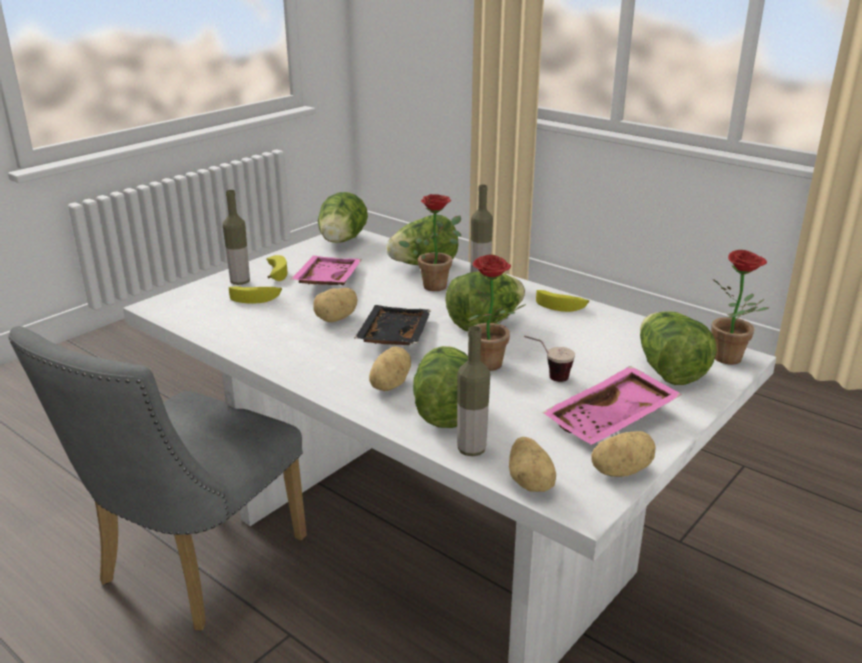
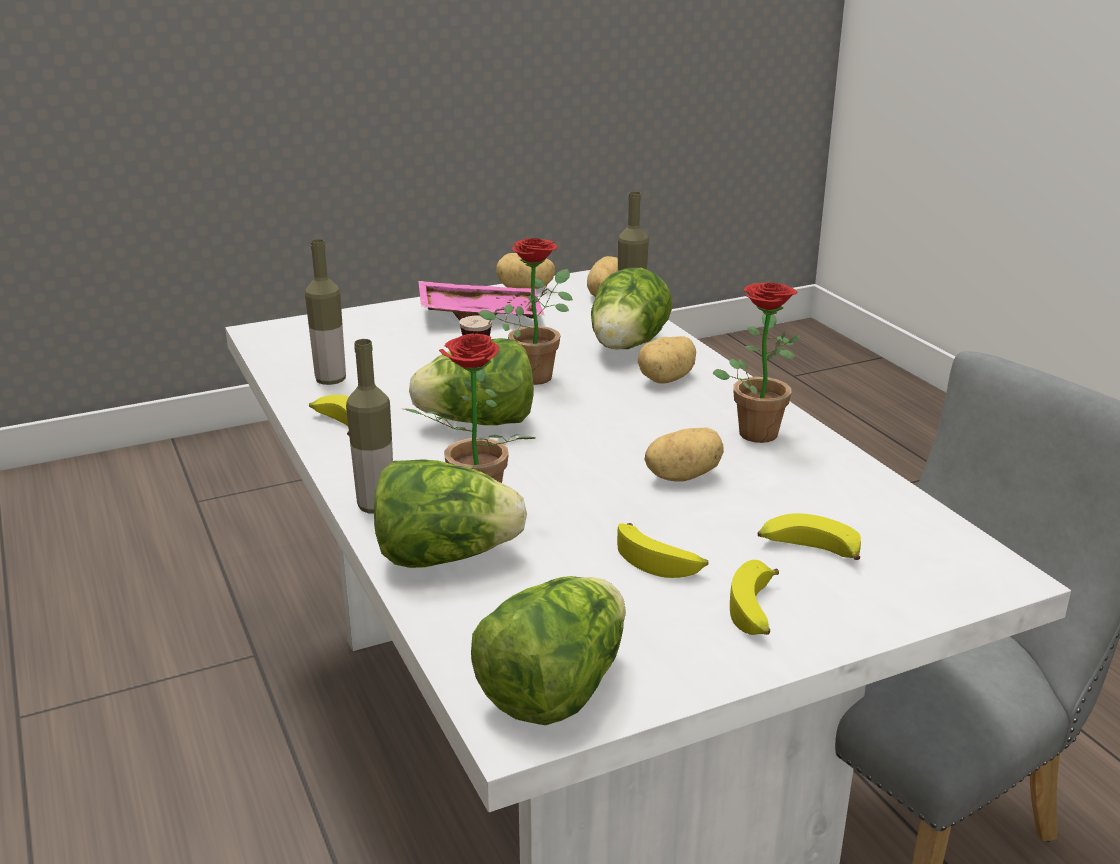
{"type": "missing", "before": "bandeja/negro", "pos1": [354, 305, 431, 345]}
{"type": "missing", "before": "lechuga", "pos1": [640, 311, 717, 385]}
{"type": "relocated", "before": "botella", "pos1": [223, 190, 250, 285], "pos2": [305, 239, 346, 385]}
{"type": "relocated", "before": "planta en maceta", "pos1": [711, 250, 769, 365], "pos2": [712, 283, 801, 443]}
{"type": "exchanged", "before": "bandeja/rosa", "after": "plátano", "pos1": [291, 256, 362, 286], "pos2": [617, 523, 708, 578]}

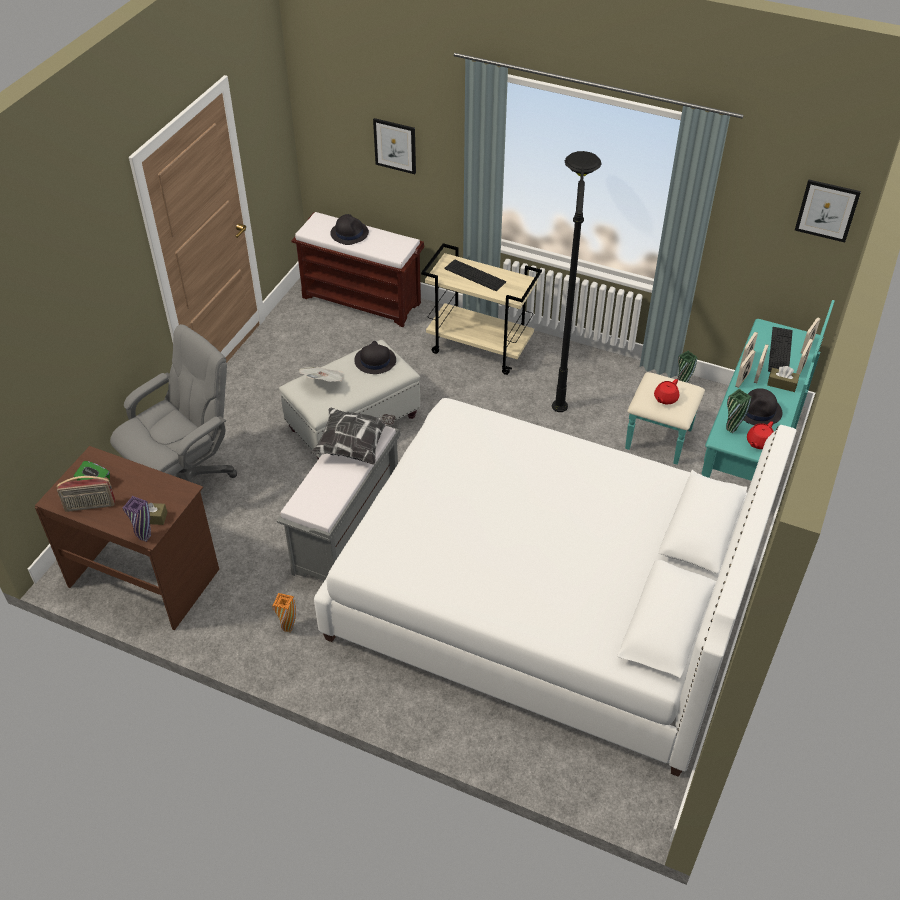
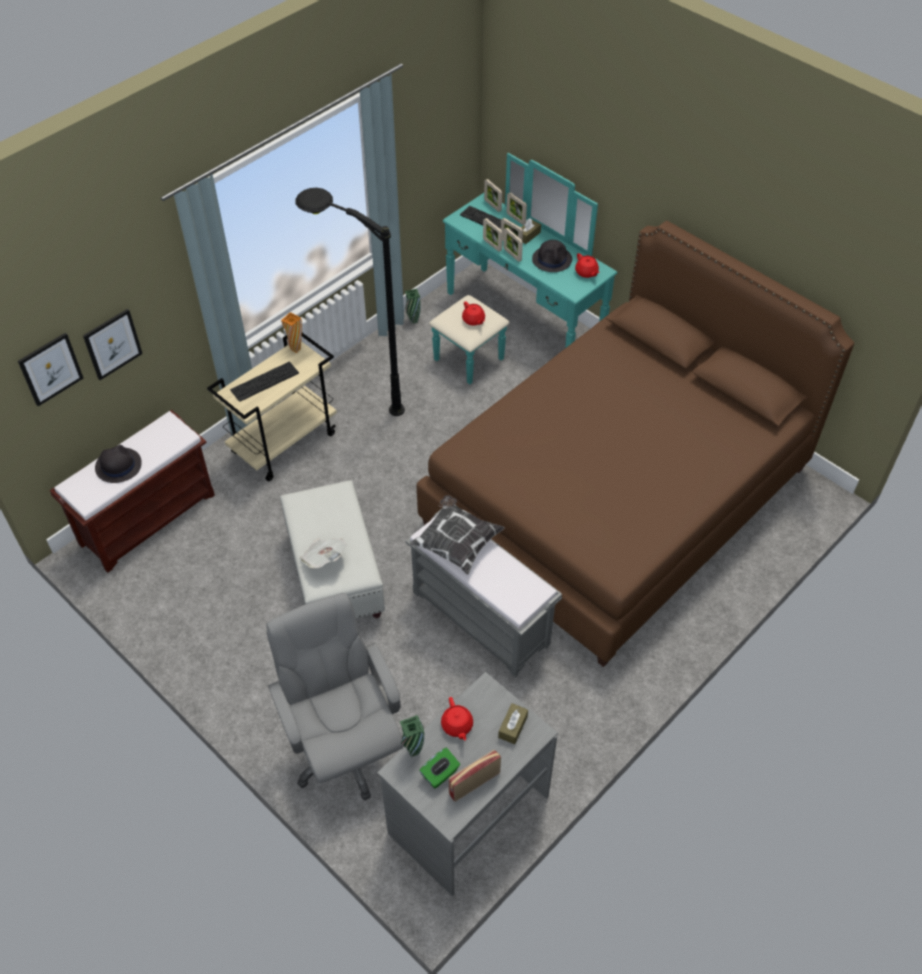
{"type": "missing", "before": "florero/morado", "pos1": [123, 496, 151, 542]}
{"type": "missing", "before": "sombrero/negro", "pos1": [354, 341, 396, 374]}
{"type": "appeared", "after": "tetera/rojo", "pos2": [441, 697, 473, 740]}
{"type": "relocated", "before": "florero/naranja", "pos1": [273, 593, 296, 632], "pos2": [281, 312, 302, 353]}
{"type": "relocated", "before": "florero/verde", "pos1": [726, 389, 751, 433], "pos2": [400, 715, 424, 757]}
{"type": "relocated", "before": "cuadro", "pos1": [795, 179, 861, 243], "pos2": [18, 333, 83, 406]}
{"type": "colour", "before": "escritorio/marrón", "after": "escritorio/gris", "pos1": [35, 446, 219, 630], "pos2": [377, 672, 558, 896]}
{"type": "colour", "before": "cama/blanco", "after": "cama/marrón", "pos1": [314, 398, 796, 777], "pos2": [416, 221, 855, 667]}
{"type": "spun", "before": "radio", "pos1": [57, 476, 115, 512], "pos2": [449, 750, 501, 802], "turn": -135}

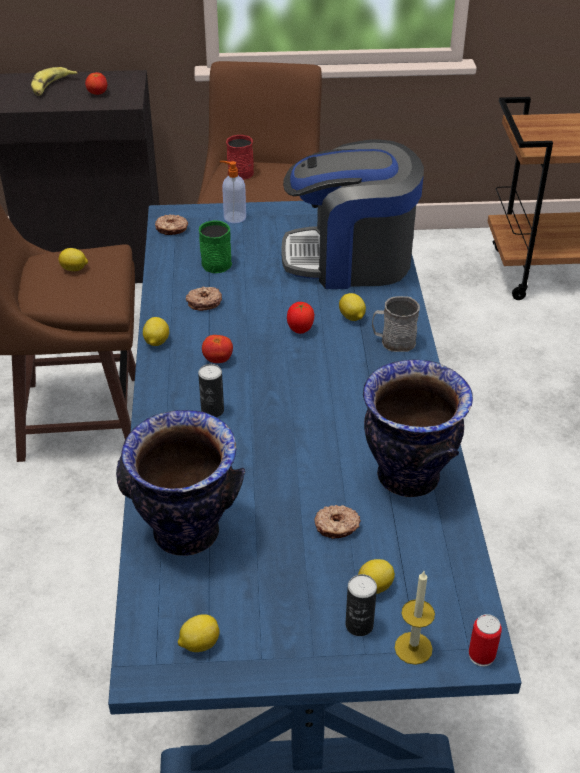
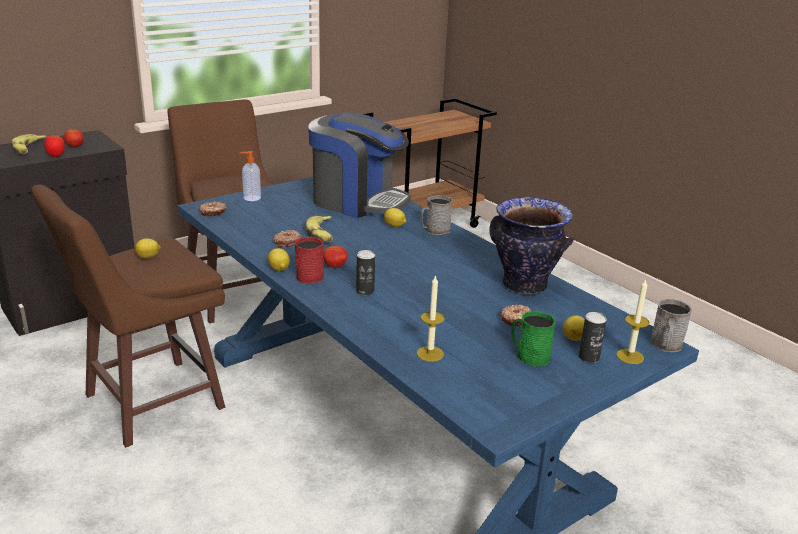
{"type": "missing", "before": "limón", "pos1": [178, 614, 220, 652]}
{"type": "appeared", "after": "plátano", "pos2": [306, 216, 333, 242]}
{"type": "relocated", "before": "taza grande/verde", "pos1": [199, 220, 232, 273], "pos2": [511, 311, 555, 367]}
{"type": "relocated", "before": "taza grande/rojo", "pos1": [226, 135, 254, 180], "pos2": [295, 237, 324, 284]}
{"type": "relocated", "before": "tomate", "pos1": [287, 302, 314, 334], "pos2": [45, 135, 65, 157]}
{"type": "exchanged", "before": "florero", "after": "vela", "pos1": [116, 410, 245, 556], "pos2": [417, 275, 444, 362]}
{"type": "exchanged", "before": "lata", "after": "taza grande/gris", "pos1": [469, 614, 502, 667], "pos2": [651, 299, 692, 352]}
{"type": "spun", "before": "cafetera", "pos1": [282, 140, 424, 289], "pos2": [308, 113, 411, 218], "turn": -120}

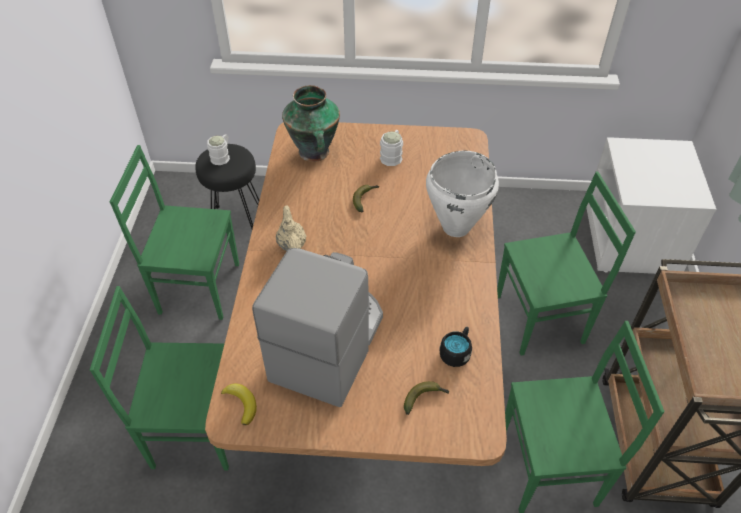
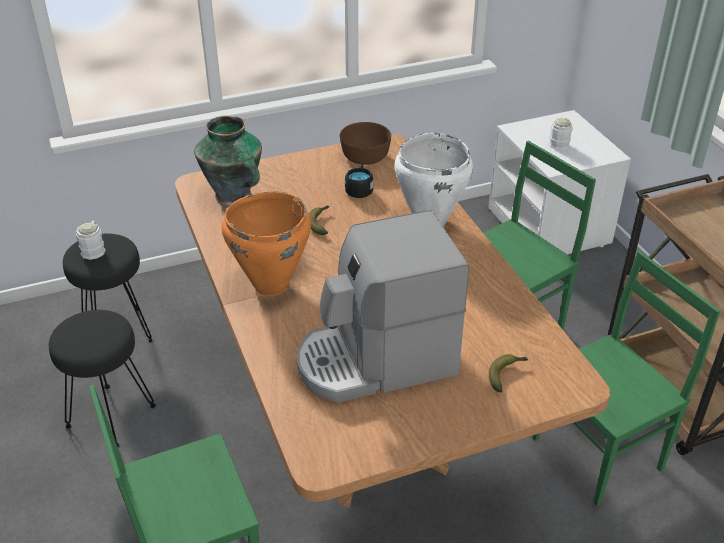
{"type": "missing", "before": "plátano", "pos1": [221, 383, 257, 425]}
{"type": "appeared", "after": "cuenco/marrón", "pos2": [340, 122, 391, 165]}
{"type": "relocated", "before": "taza grande/blanco", "pos1": [380, 130, 403, 166], "pos2": [548, 118, 573, 150]}
{"type": "relocated", "before": "taza grande/negro", "pos1": [440, 327, 472, 367], "pos2": [345, 164, 374, 198]}
{"type": "exchanged", "before": "silla/verde", "after": "taburete/negro", "pos1": [110, 145, 239, 320], "pos2": [49, 310, 156, 448]}
{"type": "exchanged", "before": "tetera/beis", "after": "olla/naranja", "pos1": [276, 205, 306, 251], "pos2": [221, 192, 311, 296]}
{"type": "spun", "before": "cafetera", "pos1": [252, 248, 383, 407], "pos2": [297, 210, 469, 403], "turn": -105}

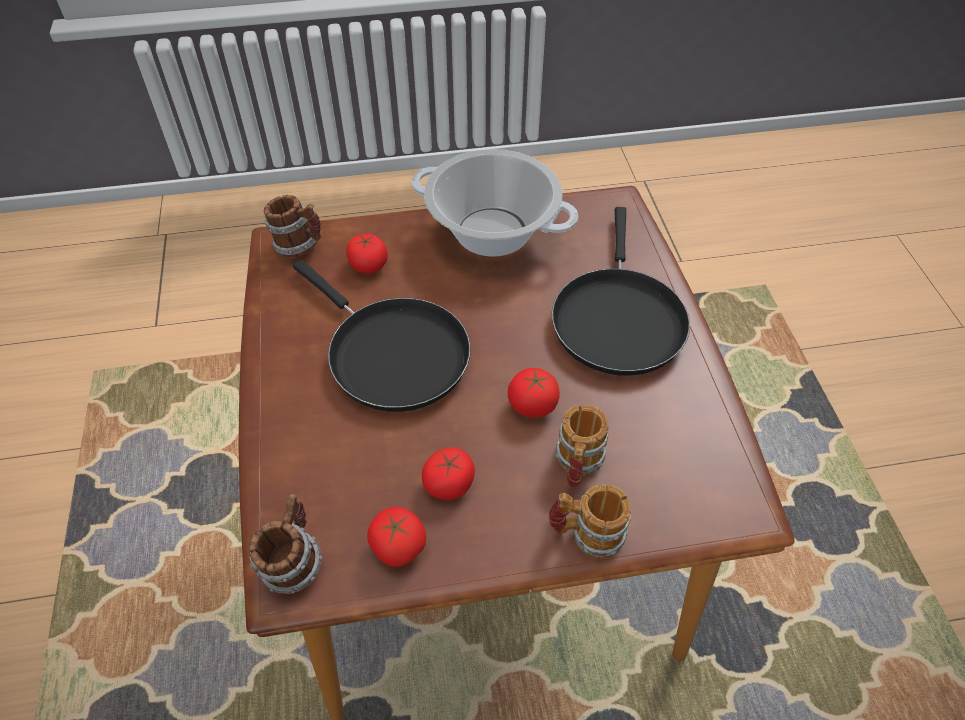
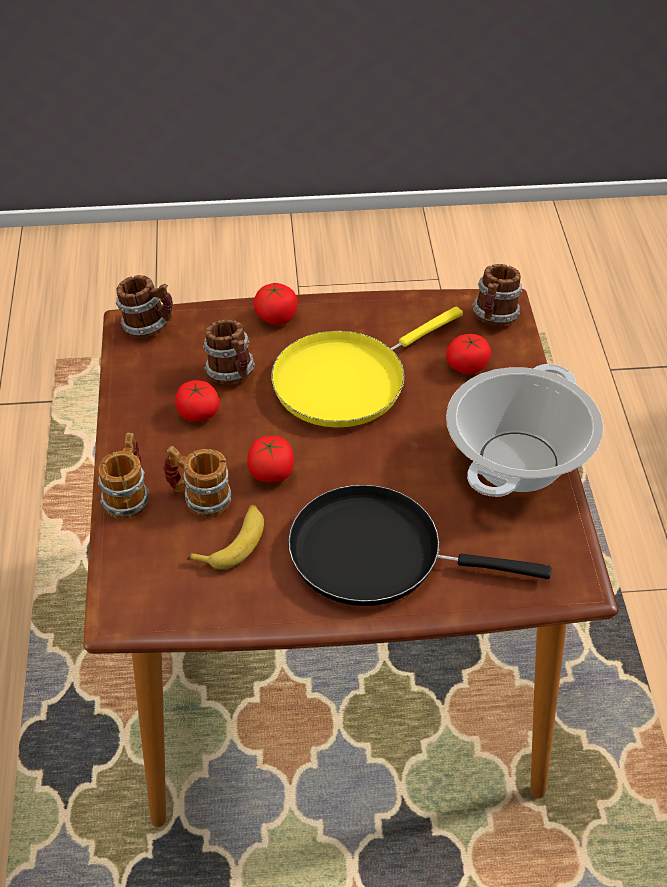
{"type": "appeared", "after": "plátano", "pos2": [187, 505, 264, 569]}
{"type": "appeared", "after": "taza grande", "pos2": [203, 319, 255, 384]}
{"type": "relocated", "before": "tomate", "pos1": [367, 507, 426, 567], "pos2": [254, 282, 298, 325]}
{"type": "colour", "before": "sartén/negro", "after": "sartén/amarillo", "pos1": [293, 260, 471, 412], "pos2": [271, 307, 463, 427]}

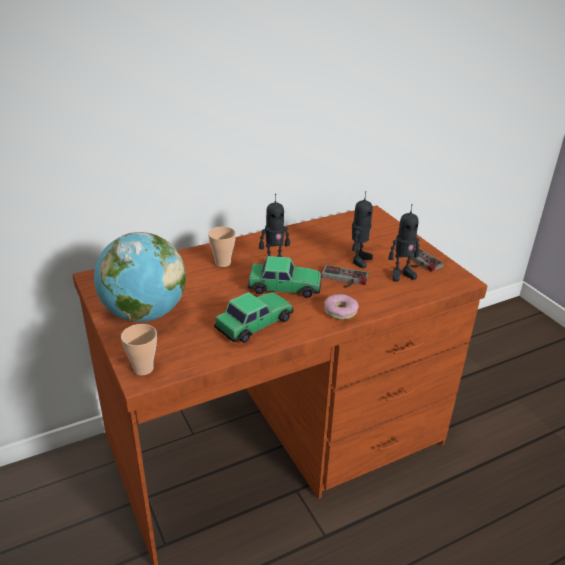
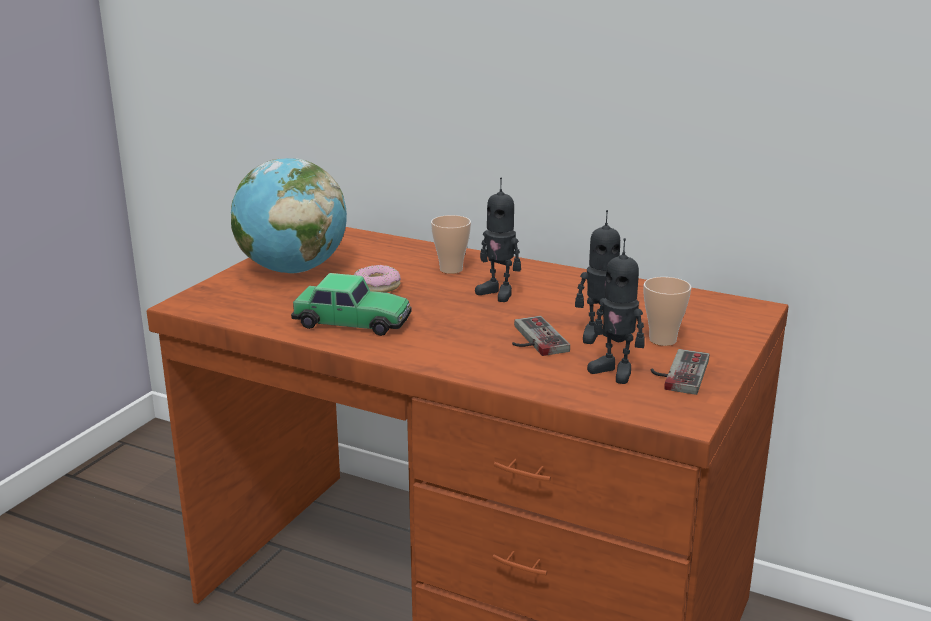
{"type": "missing", "before": "coche de juguete", "pos1": [248, 256, 321, 298]}
{"type": "relocated", "before": "taza", "pos1": [121, 324, 157, 375], "pos2": [643, 277, 692, 346]}
{"type": "relocated", "before": "rosquilla", "pos1": [324, 294, 359, 320], "pos2": [354, 265, 401, 293]}

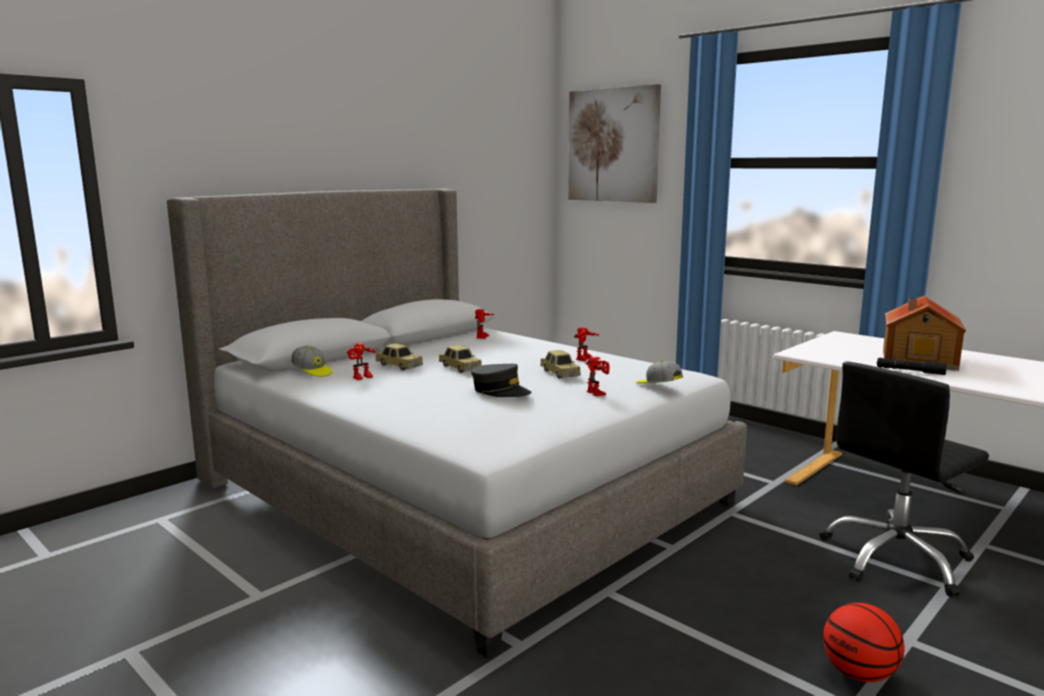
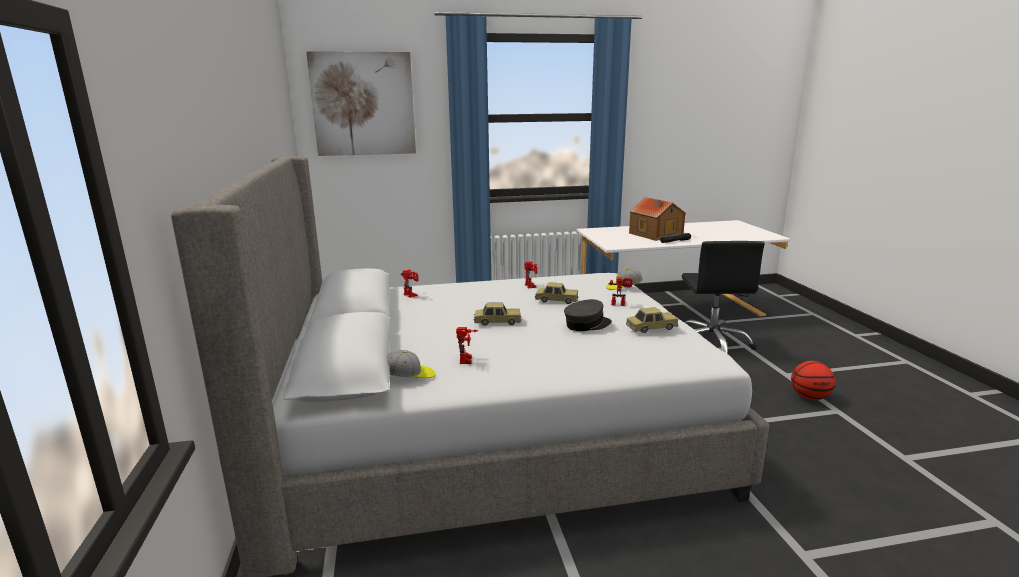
{"type": "relocated", "before": "coche de juguete", "pos1": [376, 344, 423, 370], "pos2": [626, 307, 678, 333]}

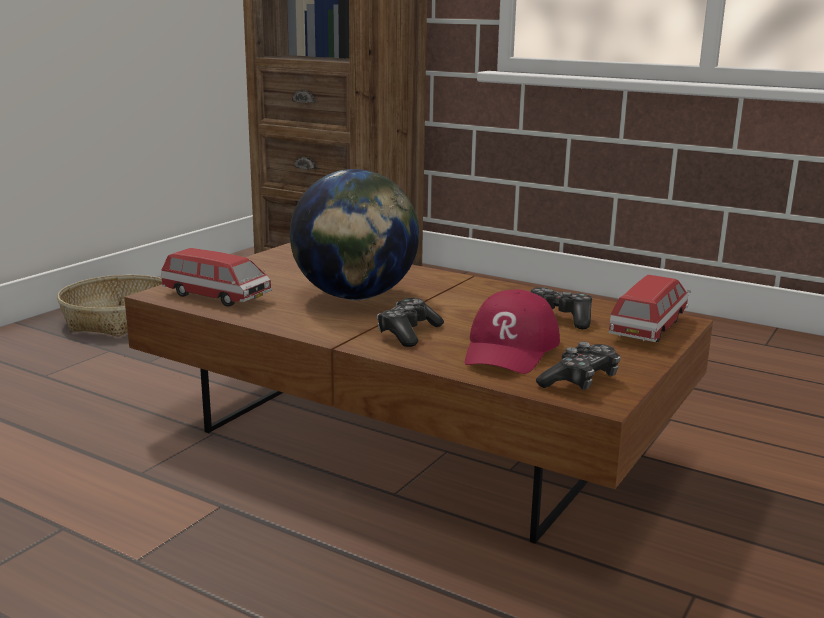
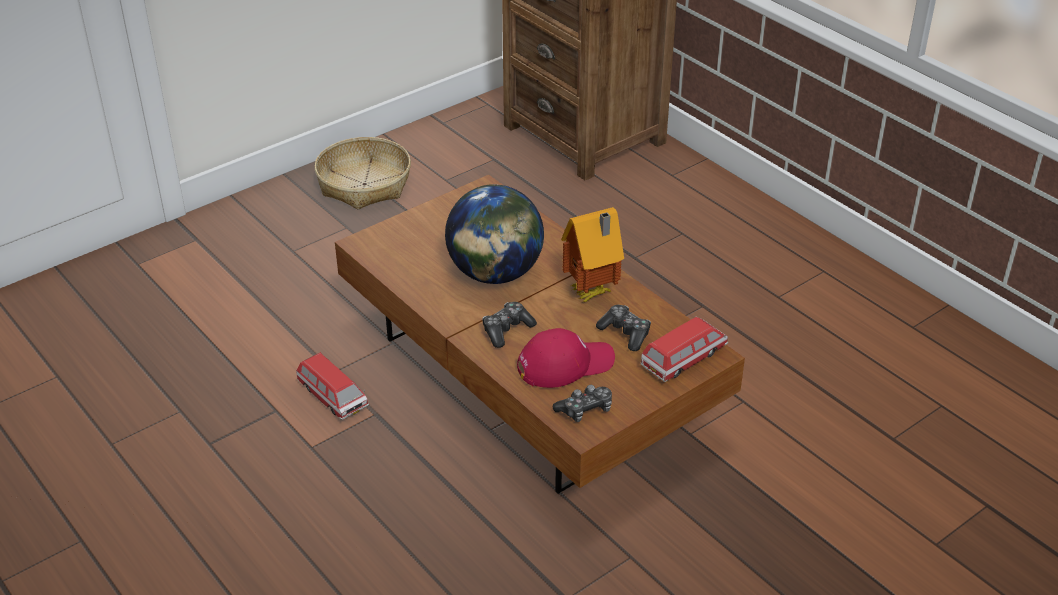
{"type": "appeared", "after": "casita", "pos2": [561, 207, 624, 303]}
{"type": "relocated", "before": "coche de juguete", "pos1": [161, 248, 272, 307], "pos2": [296, 352, 369, 420]}
{"type": "spun", "before": "gorra/rojo", "pos1": [465, 290, 560, 374], "pos2": [517, 328, 615, 388], "turn": -150}

